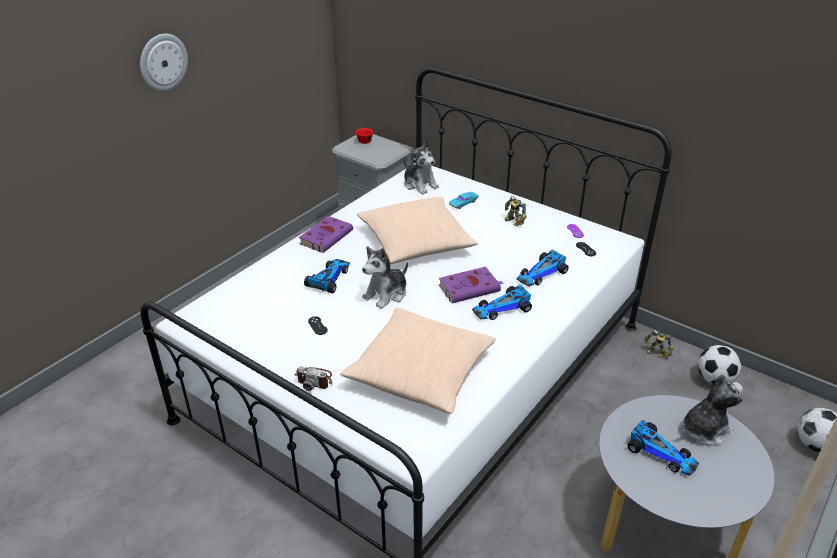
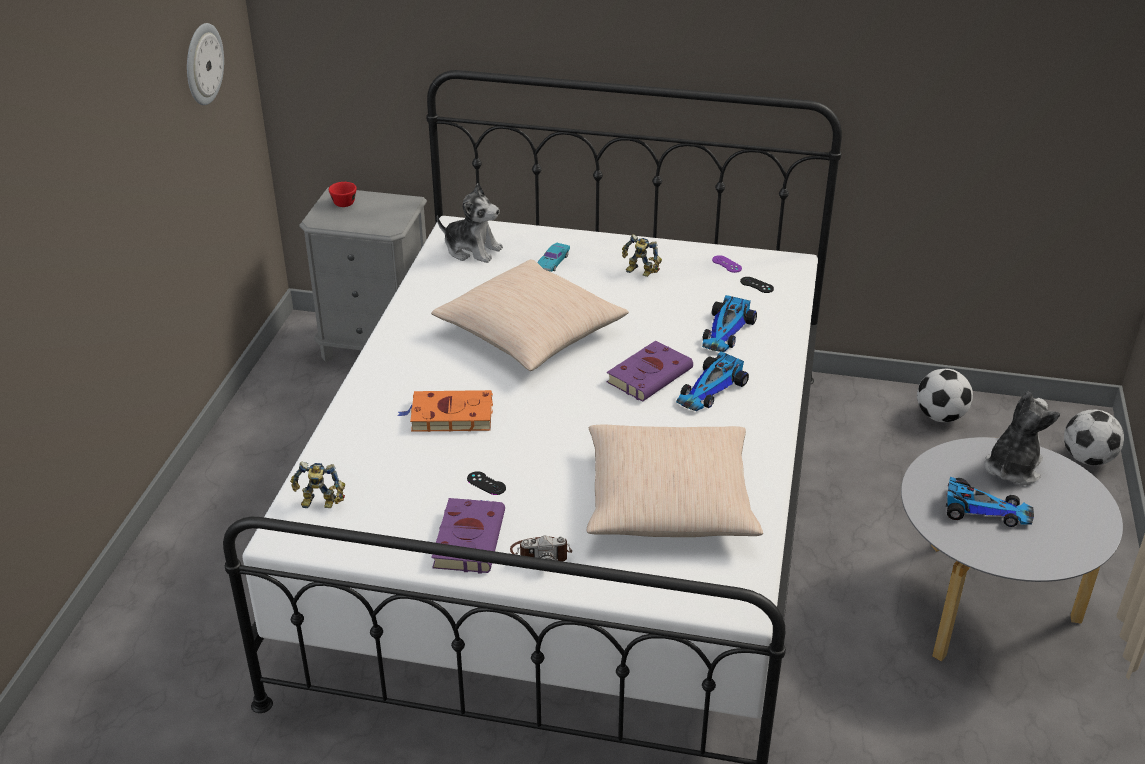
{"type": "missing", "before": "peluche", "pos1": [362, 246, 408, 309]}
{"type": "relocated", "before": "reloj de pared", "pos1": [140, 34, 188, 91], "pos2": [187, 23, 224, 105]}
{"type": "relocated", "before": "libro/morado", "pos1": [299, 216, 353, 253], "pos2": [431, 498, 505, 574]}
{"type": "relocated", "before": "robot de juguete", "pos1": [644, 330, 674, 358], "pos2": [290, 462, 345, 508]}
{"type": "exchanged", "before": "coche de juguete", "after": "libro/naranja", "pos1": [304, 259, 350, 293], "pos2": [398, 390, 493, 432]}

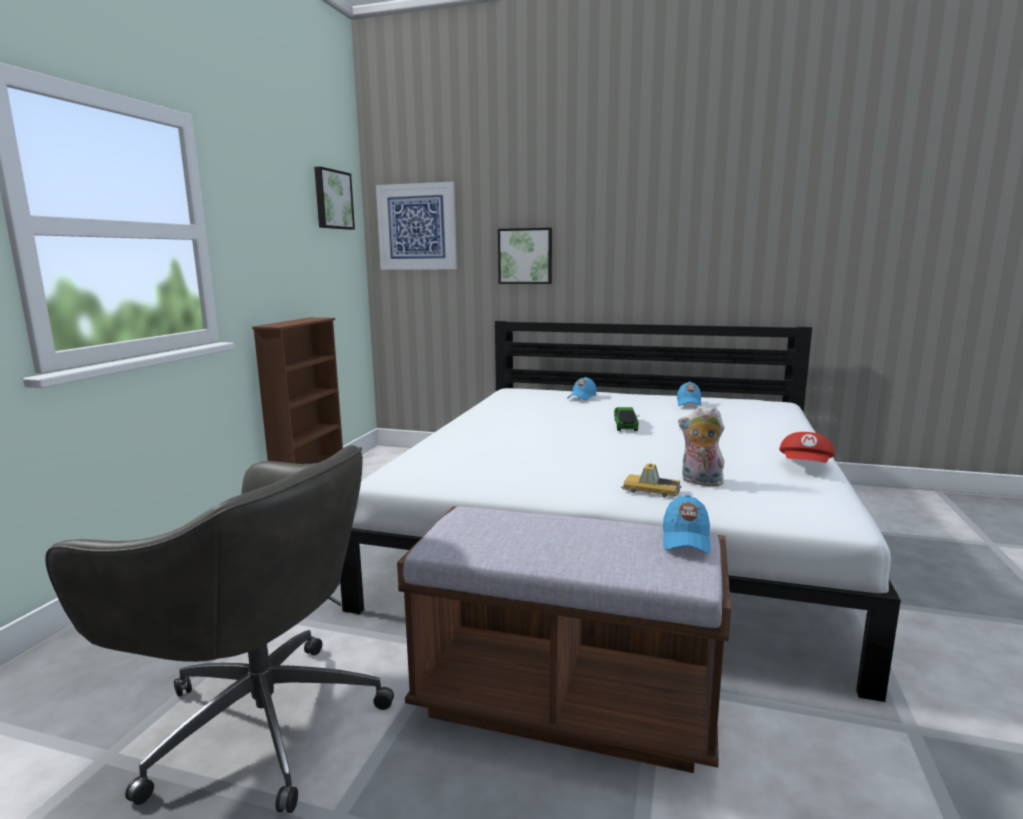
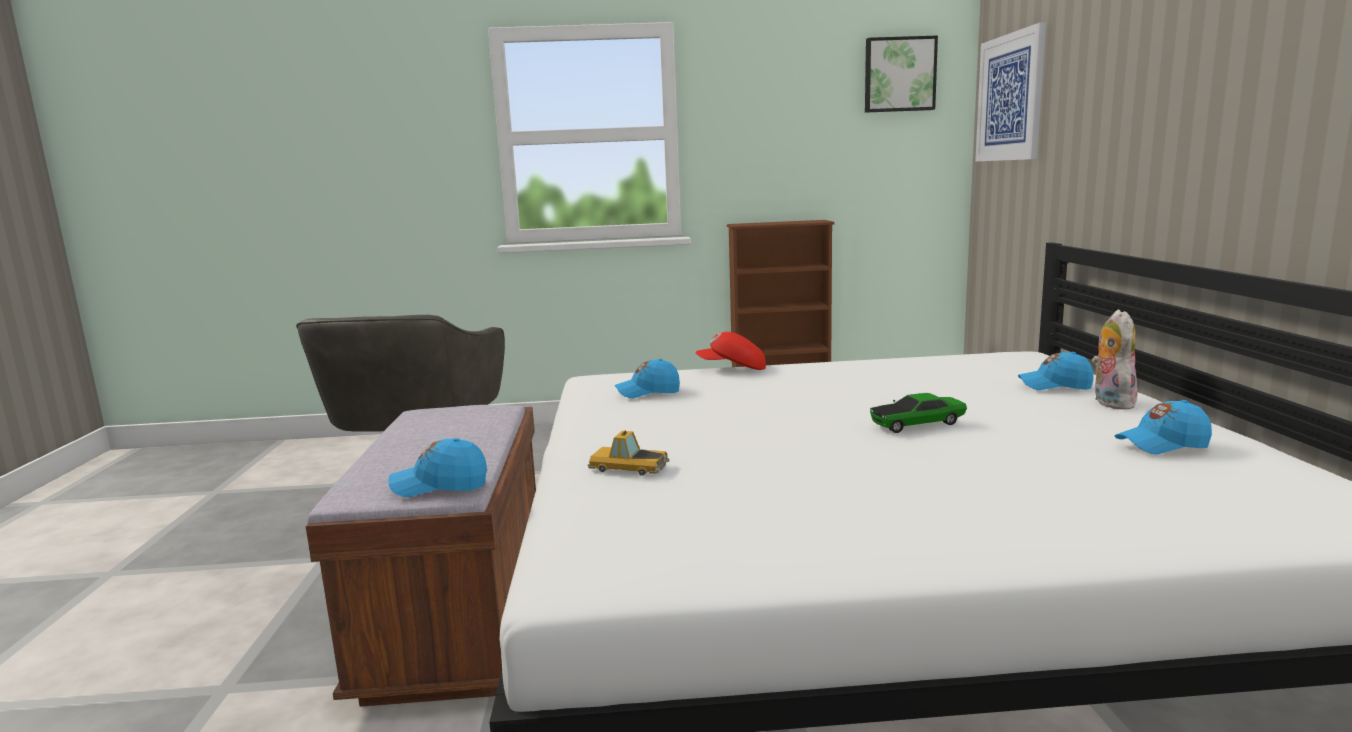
{"type": "missing", "before": "cuadro", "pos1": [498, 228, 552, 284]}
{"type": "appeared", "after": "gorra/azul", "pos2": [615, 359, 680, 398]}
{"type": "relocated", "before": "peluche", "pos1": [678, 405, 724, 487], "pos2": [1092, 310, 1138, 410]}
{"type": "relocated", "before": "gorra/rojo", "pos1": [779, 432, 835, 463], "pos2": [695, 332, 766, 370]}
{"type": "spun", "before": "coche de juguete", "pos1": [621, 463, 681, 497], "pos2": [588, 430, 669, 476], "turn": -75}

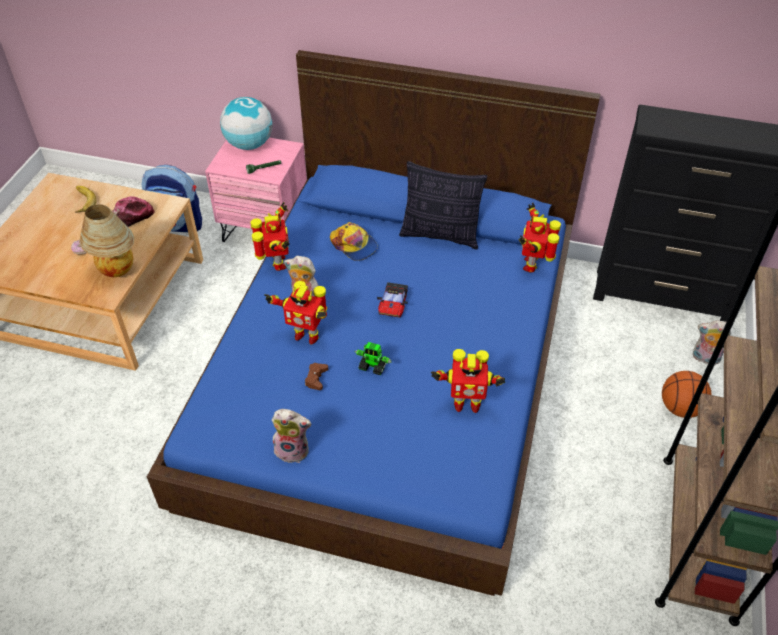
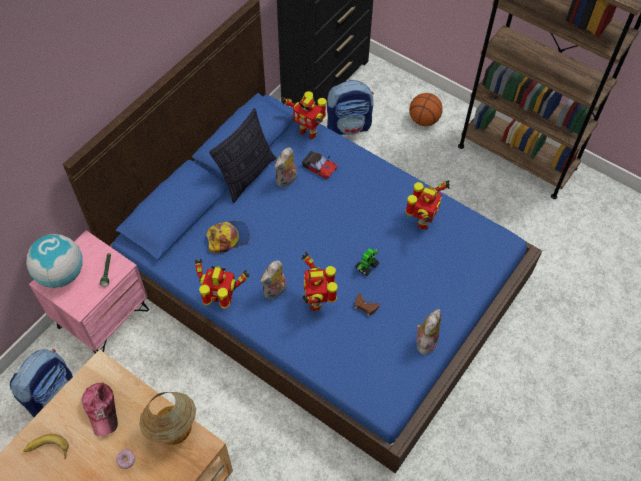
{"type": "appeared", "after": "mochila", "pos2": [327, 80, 374, 135]}
{"type": "relocated", "before": "coche de juguete", "pos1": [377, 282, 408, 318], "pos2": [302, 151, 338, 179]}
{"type": "relocated", "before": "peluche", "pos1": [693, 321, 731, 365], "pos2": [275, 147, 297, 188]}
{"type": "spun", "before": "robot de juguete", "pos1": [265, 281, 327, 344], "pos2": [301, 252, 338, 311], "turn": 135}

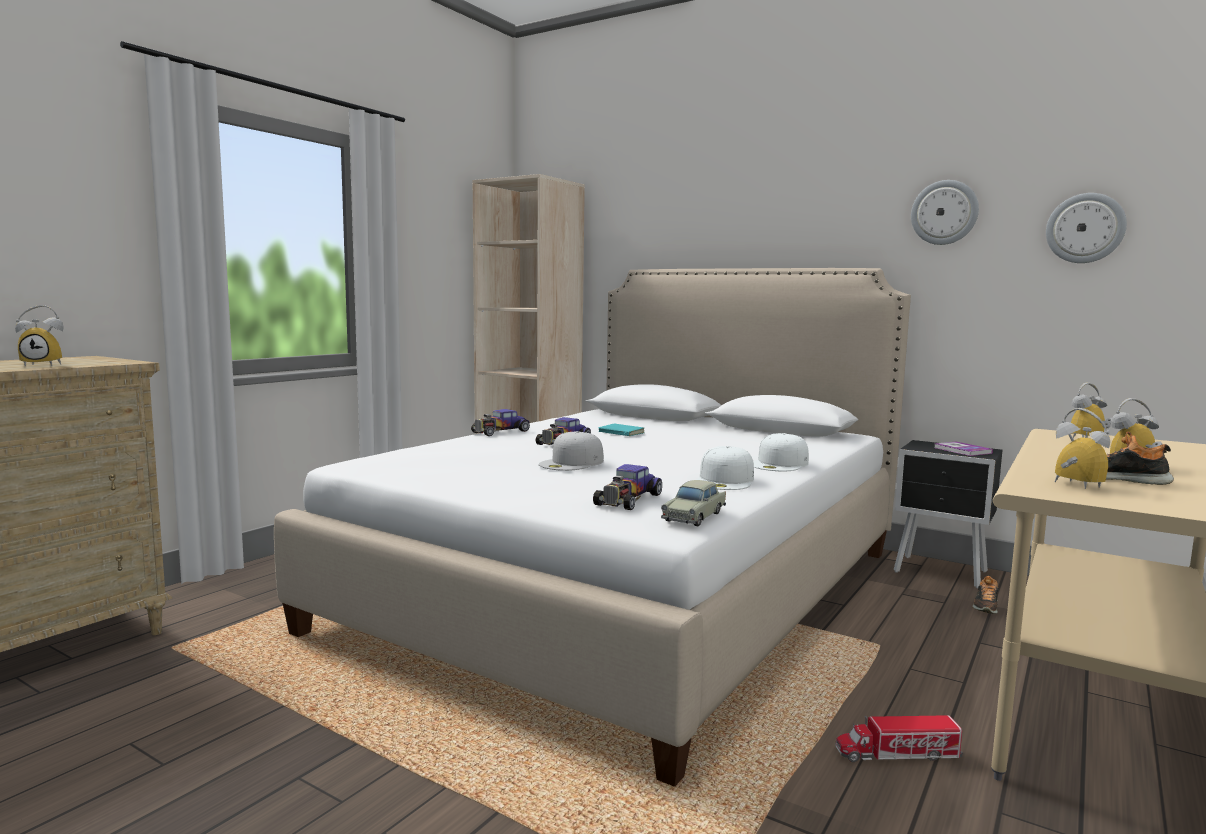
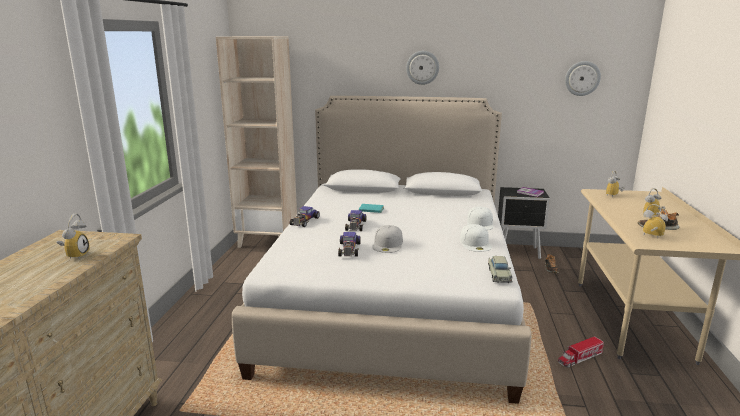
{"type": "relocated", "before": "coche de juguete", "pos1": [593, 464, 662, 510], "pos2": [338, 232, 360, 257]}
{"type": "relocated", "before": "reloj de pared", "pos1": [911, 180, 979, 245], "pos2": [406, 51, 439, 85]}
{"type": "spun", "before": "despertador", "pos1": [15, 305, 64, 366], "pos2": [56, 214, 90, 260], "turn": -45}

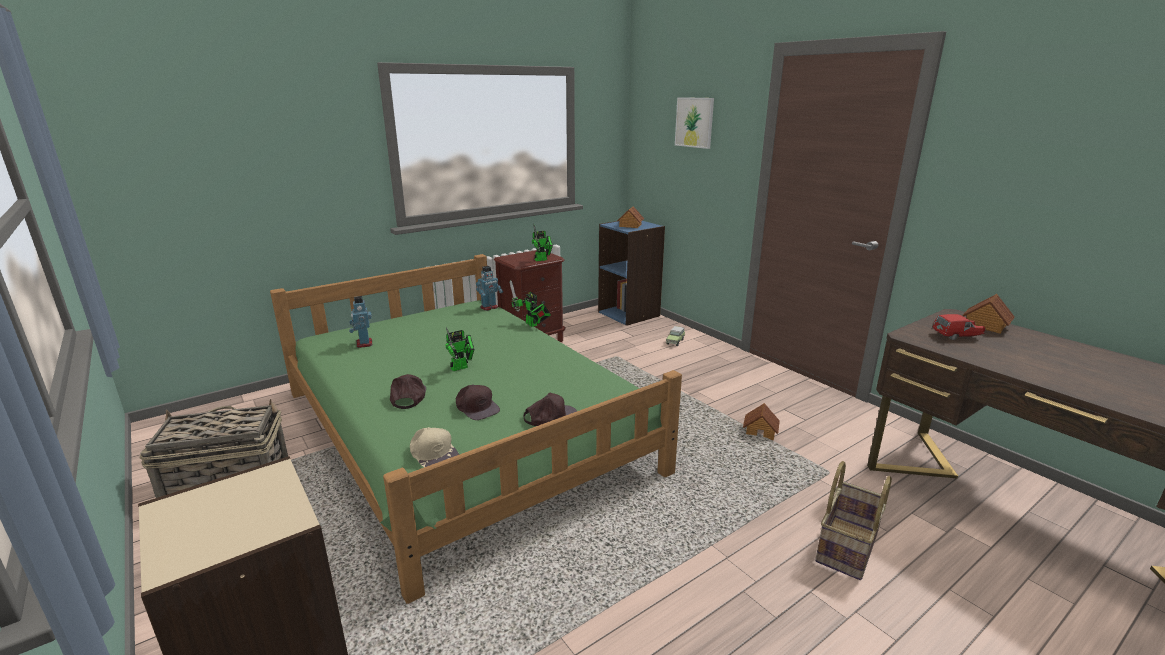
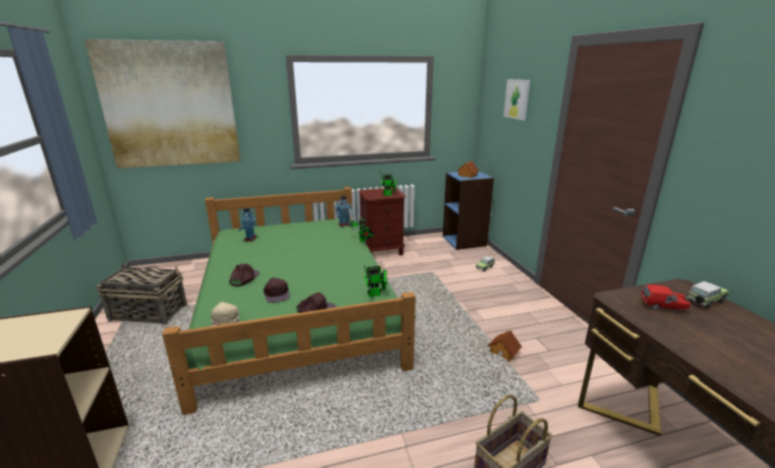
{"type": "appeared", "after": "cuadro", "pos2": [84, 39, 240, 168]}
{"type": "relocated", "before": "robot de juguete", "pos1": [445, 327, 475, 371], "pos2": [364, 265, 387, 297]}
{"type": "exchanged", "before": "casita", "after": "coche de juguete", "pos1": [963, 294, 1015, 334], "pos2": [686, 281, 729, 308]}

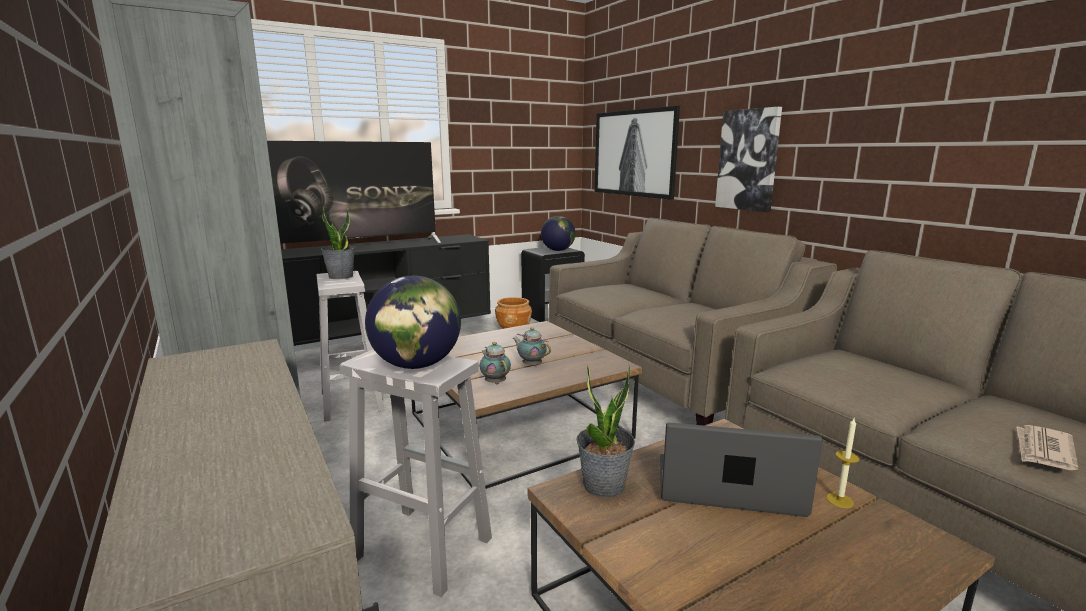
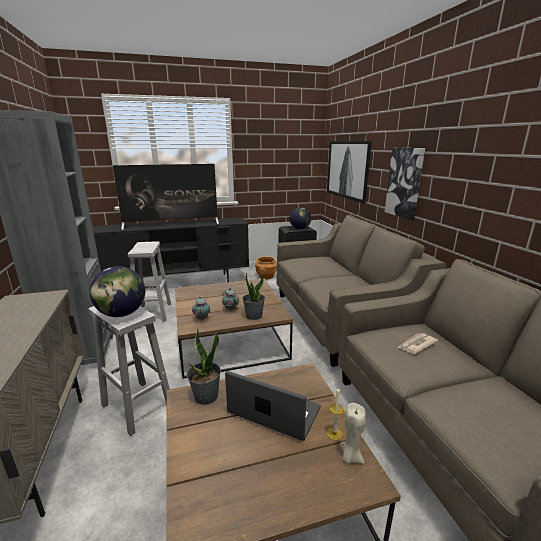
{"type": "appeared", "after": "vela/beis", "pos2": [340, 403, 366, 464]}
{"type": "relocated", "before": "planta en maceta", "pos1": [321, 208, 355, 279], "pos2": [242, 273, 265, 320]}
{"type": "relocated", "before": "periódico", "pos1": [1016, 425, 1078, 470], "pos2": [398, 333, 438, 354]}

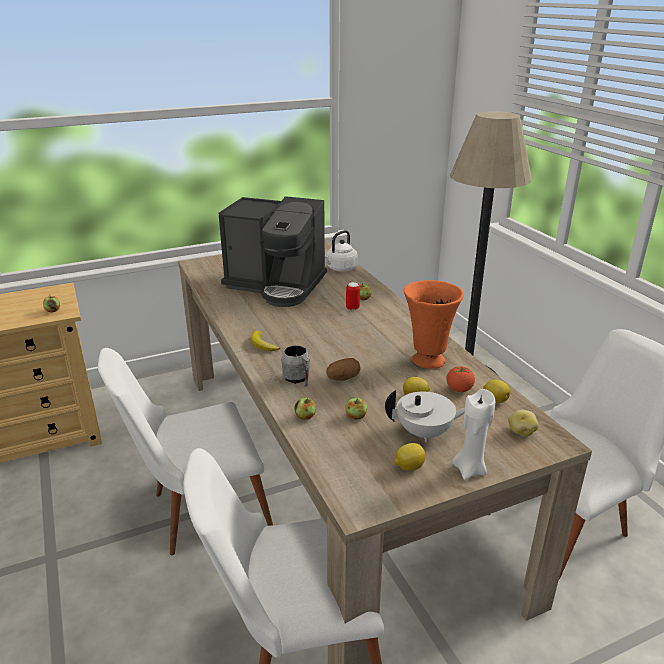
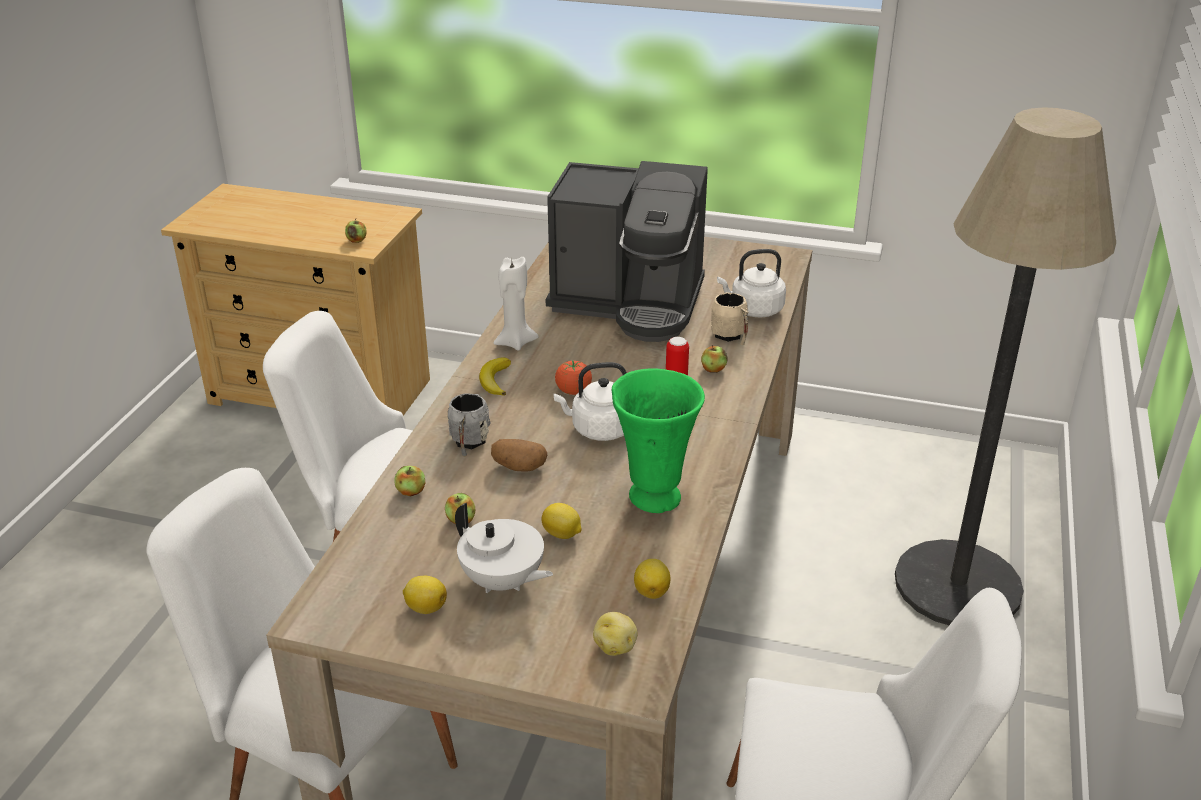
{"type": "appeared", "after": "hervidor/blanco", "pos2": [554, 362, 627, 441]}
{"type": "appeared", "after": "taza grande/beis", "pos2": [711, 292, 748, 345]}
{"type": "relocated", "before": "tomate", "pos1": [447, 366, 475, 392], "pos2": [555, 360, 592, 395]}
{"type": "relocated", "before": "vela/blanco", "pos1": [452, 389, 495, 480], "pos2": [493, 257, 539, 350]}
{"type": "colour", "before": "florero/naranja", "after": "florero/verde", "pos1": [404, 280, 464, 369], "pos2": [612, 368, 705, 513]}
{"type": "spun", "before": "cafetera", "pos1": [219, 196, 327, 307], "pos2": [546, 161, 708, 342], "turn": -45}

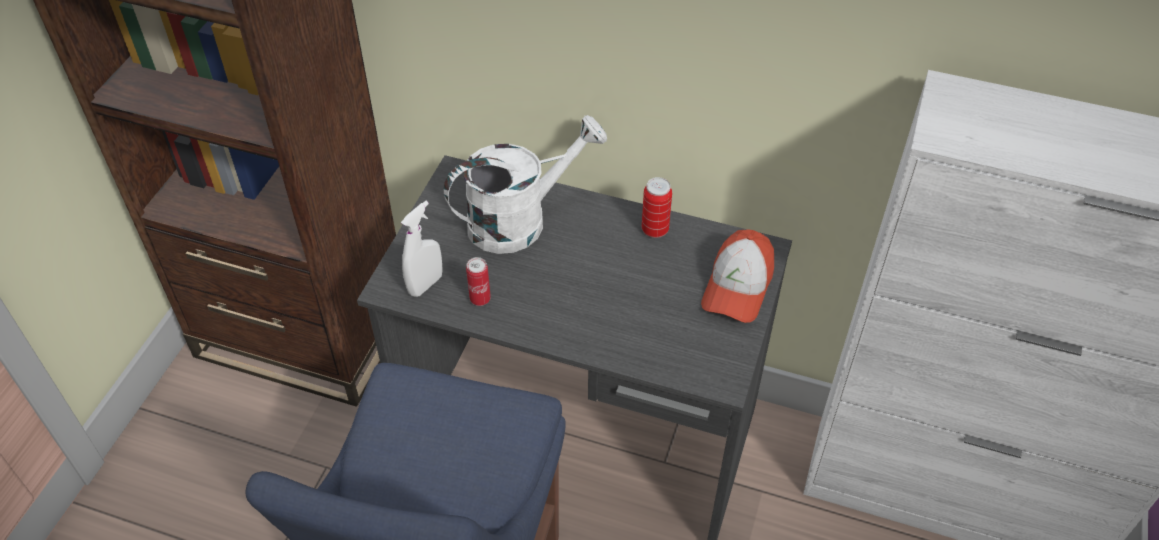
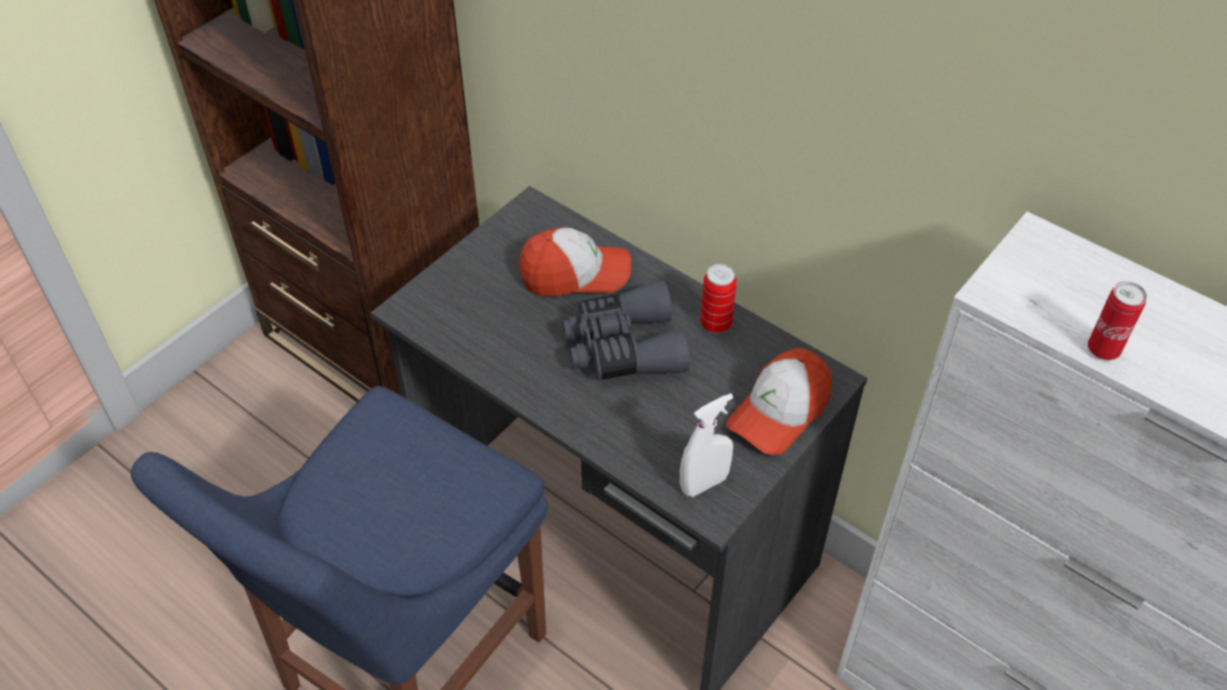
{"type": "appeared", "after": "prismáticos/gris", "pos2": [562, 280, 690, 380]}
{"type": "relocated", "before": "pulverizador/blanco", "pos1": [401, 201, 443, 297], "pos2": [680, 393, 733, 497]}
{"type": "relocated", "before": "lata", "pos1": [466, 257, 491, 306], "pos2": [1088, 281, 1147, 360]}
{"type": "exchanged", "before": "regadera/blanco", "after": "gorra", "pos1": [444, 115, 607, 254], "pos2": [519, 227, 631, 296]}

